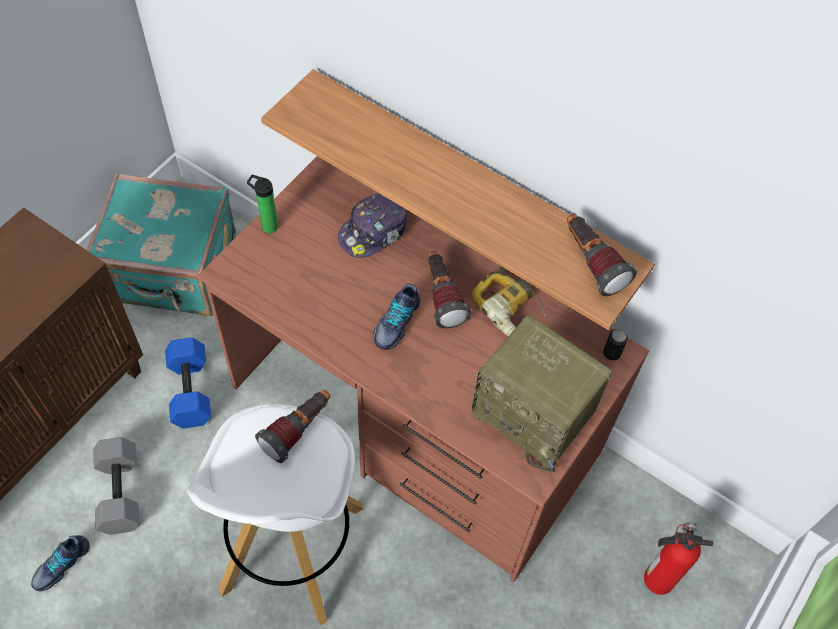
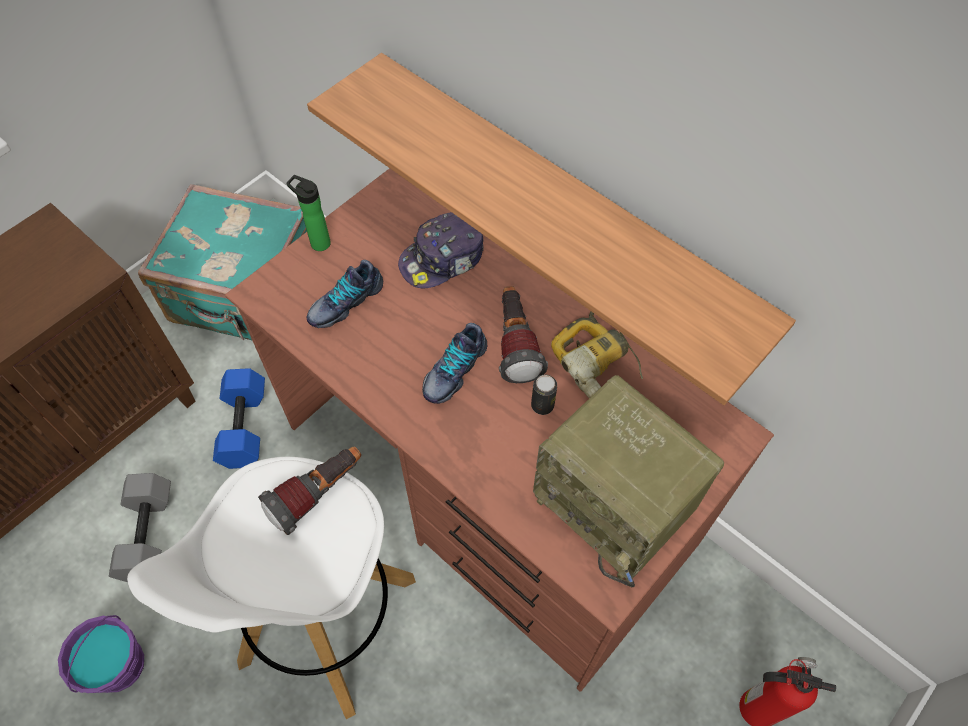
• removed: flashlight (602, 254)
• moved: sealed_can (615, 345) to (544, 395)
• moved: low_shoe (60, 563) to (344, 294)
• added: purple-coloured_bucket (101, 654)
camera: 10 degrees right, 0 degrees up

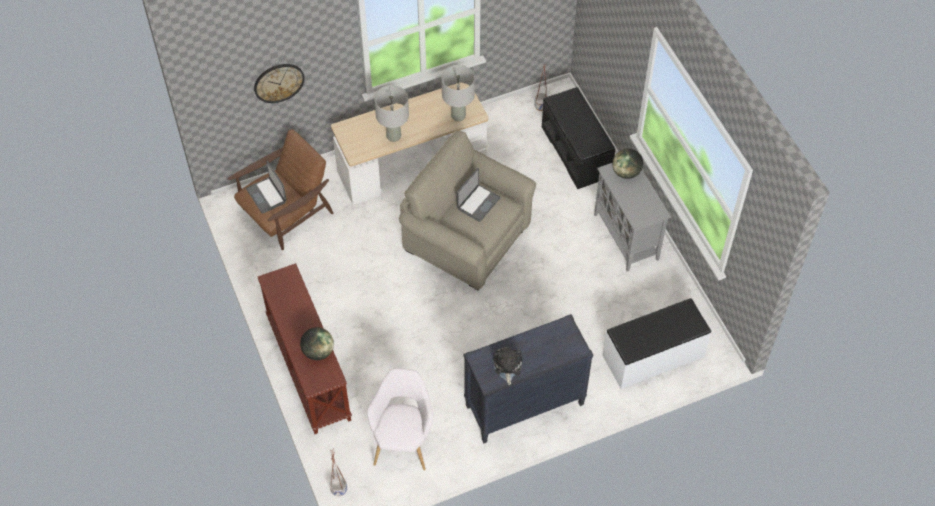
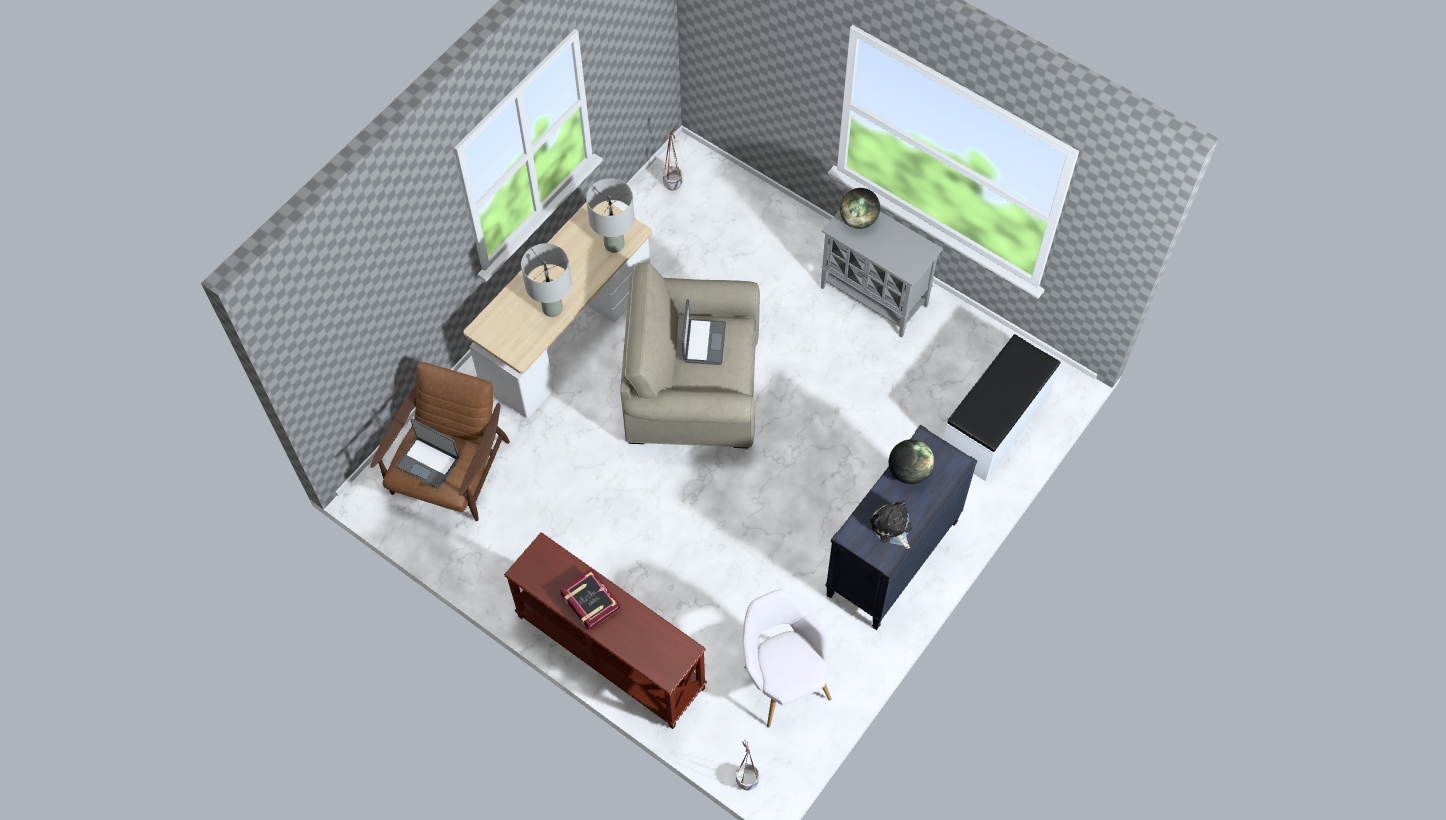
• removed: wall_clock (279, 83)
• removed: black-coloured_bench (578, 138)
• moved: globe (317, 343) to (911, 461)
• added: bound_book (590, 599)
camera: 30 degrees left, 5 degrees up

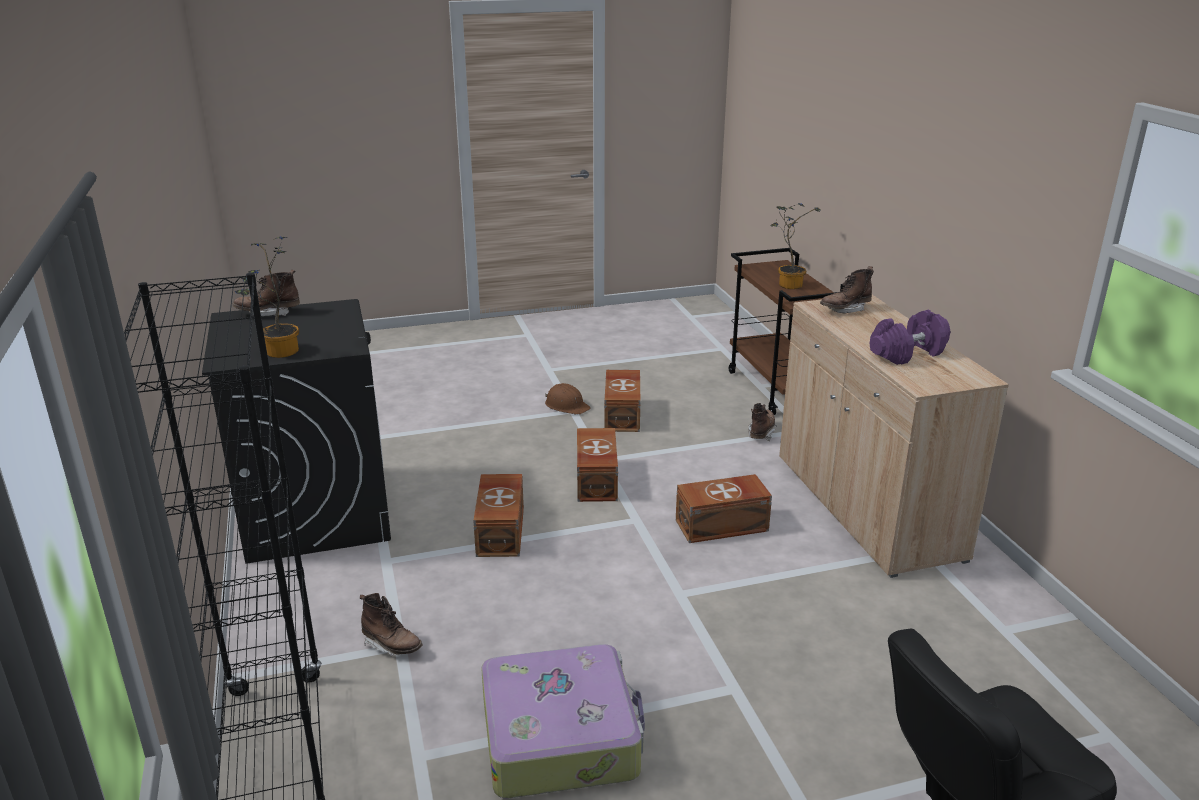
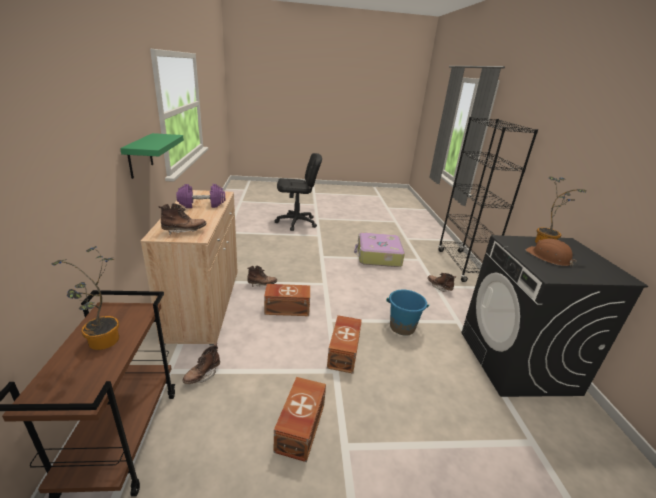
• moved: brownish_high-top_boot (266, 293) to (262, 277)
• moved: brownish_work_helmet (568, 399) to (551, 253)
• replaced: brownish_storage_box (498, 515) to bluish_bucket (407, 313)
• added: green_wall_shelf (152, 156)
camera: 170 degrees left, 0 degrees up

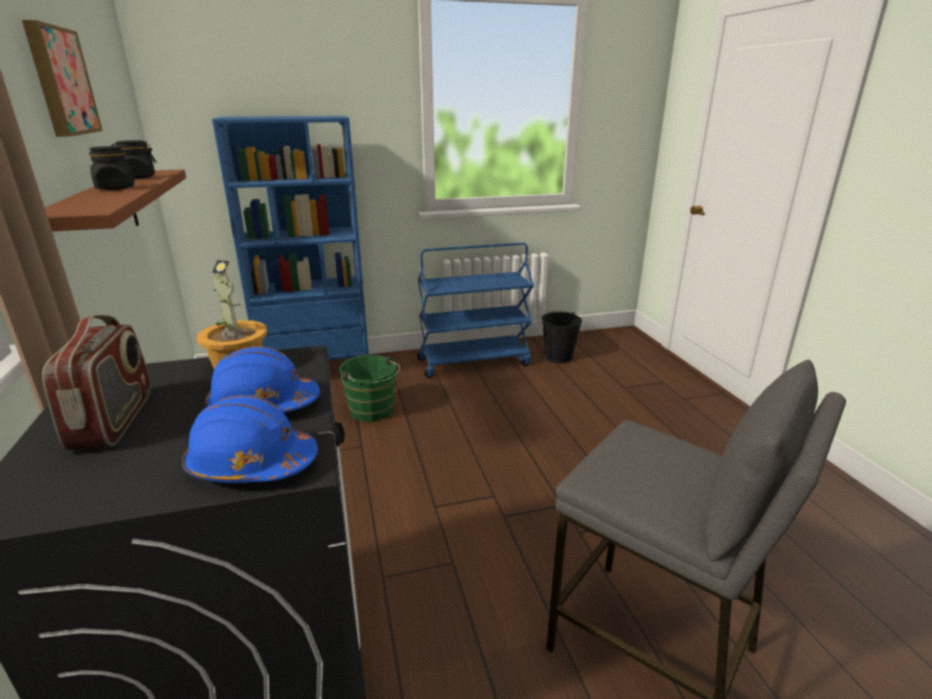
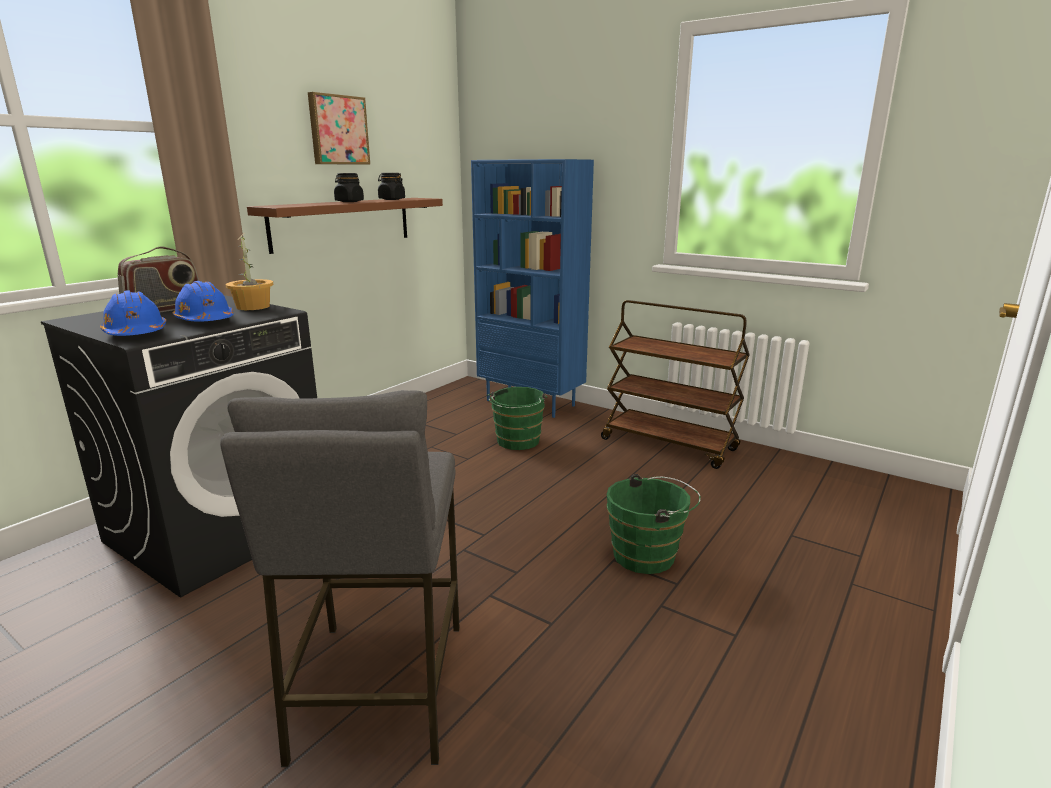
• recoloured: bluish_trolley (475, 310) to brownish_trolley (675, 384)
• removed: black-coloured_bucket (562, 337)
• added: green_bucket (654, 524)
camera: 50 degrees right, 5 degrees down

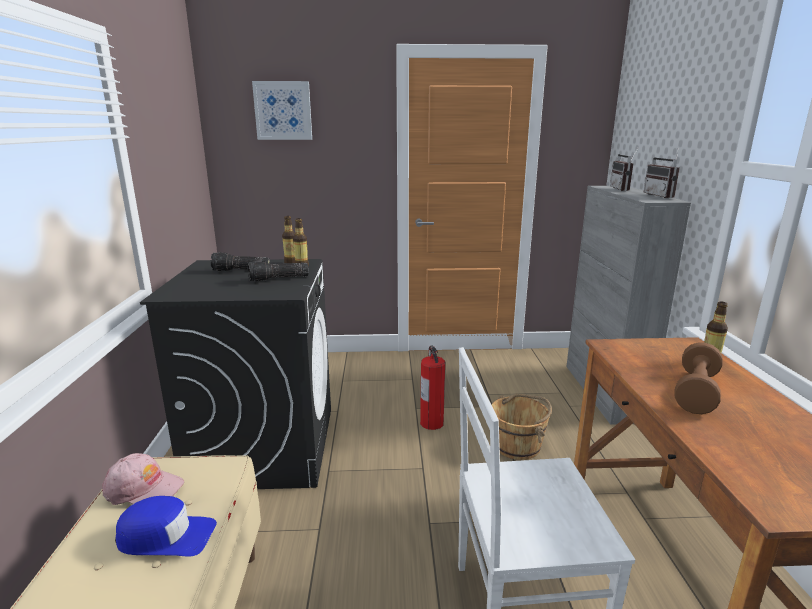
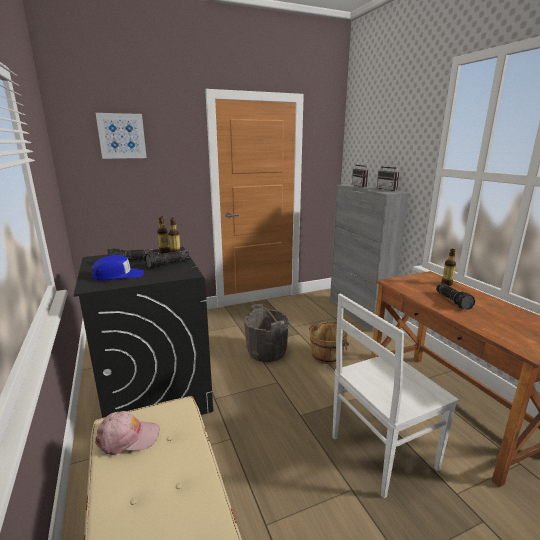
• replaced: brownish_free_weight (698, 378) to flashlight (455, 296)
• replaced: fire-fighting_cylinder (432, 387) to grey_bucket (266, 333)
• moved: bluish_baseball_cap (166, 526) to (118, 267)
camera: 20 degrees left, 0 degrees up

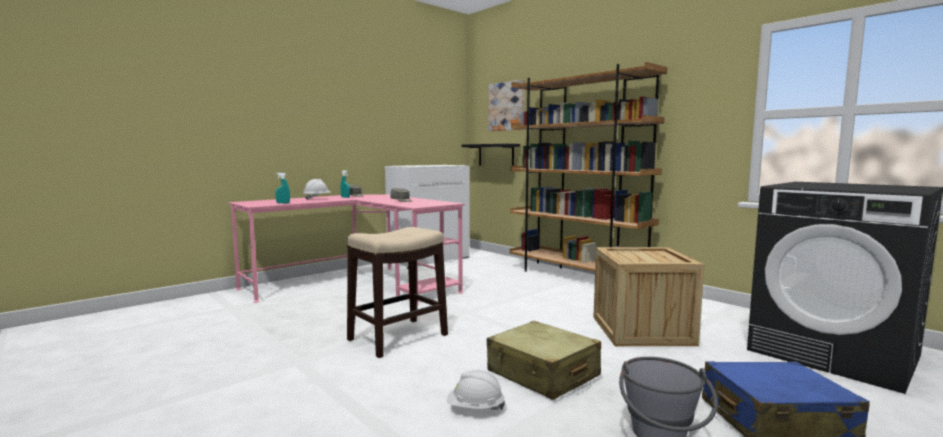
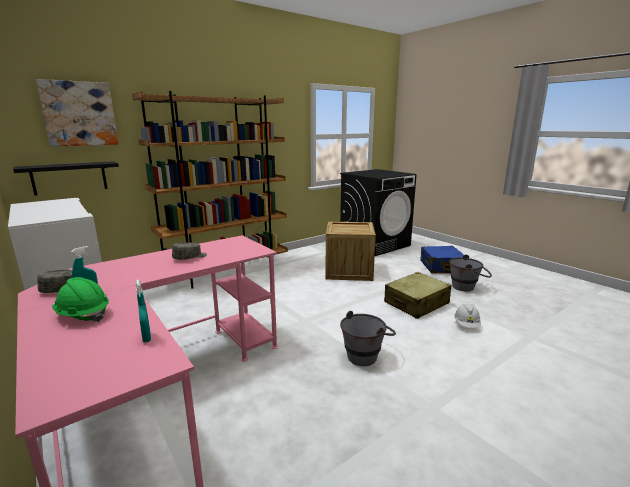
• recoloured: whitish_work_helmet (317, 189) to green_work_helmet (80, 299)
• replaced: stool_seat (397, 292) to grey_bucket (368, 338)
camera: 85 degrees left, 10 degrees up

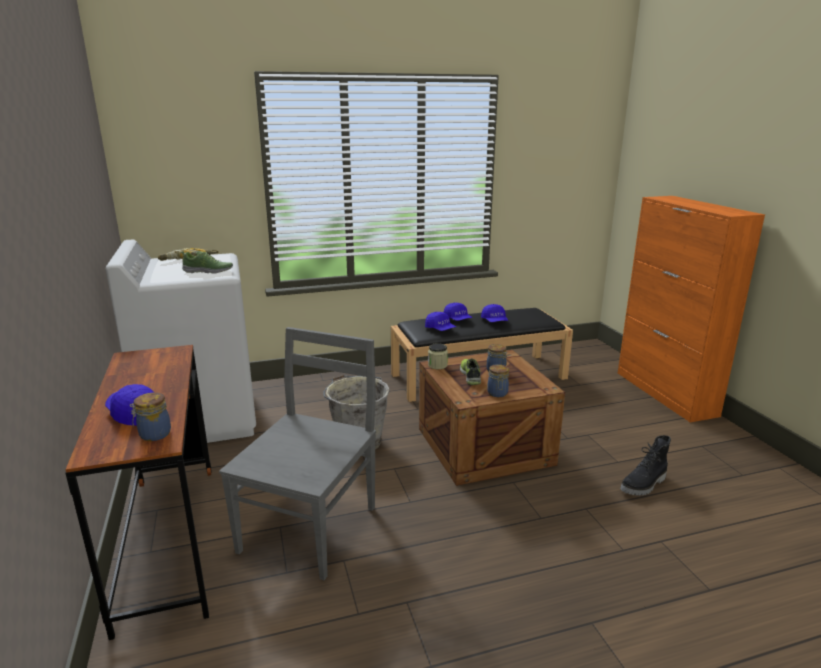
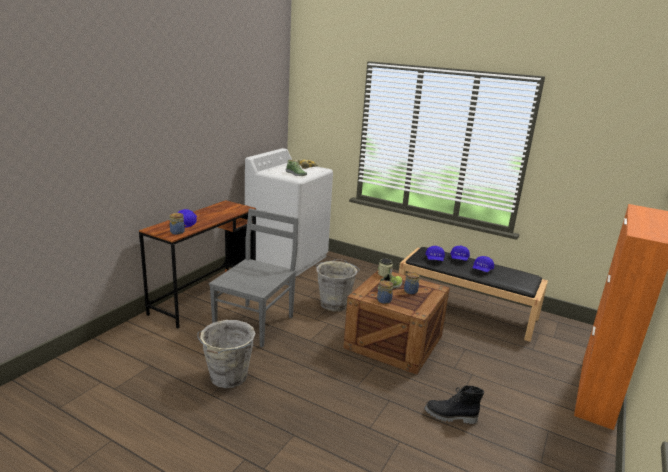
• turned: grey_chair (297, 453) = (253, 277) 45 degrees counterclockwise
• added: grey_bucket (226, 354)
camera: 45 degrees right, 0 degrees up

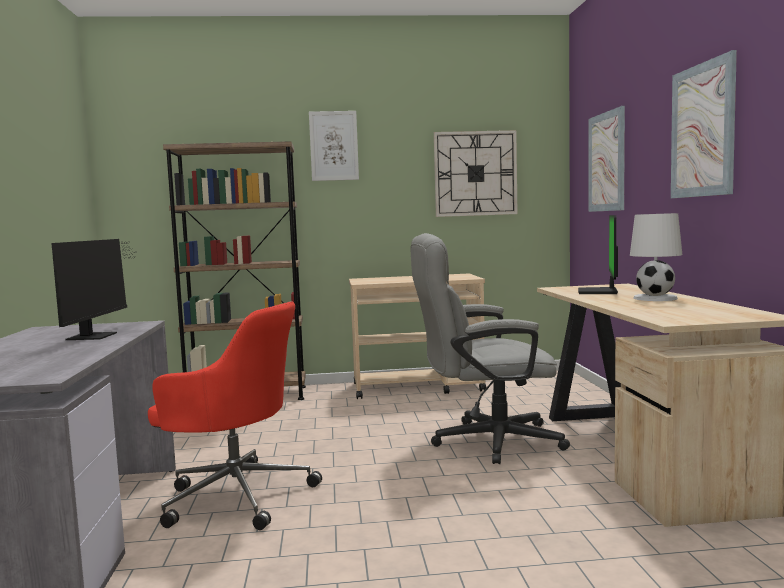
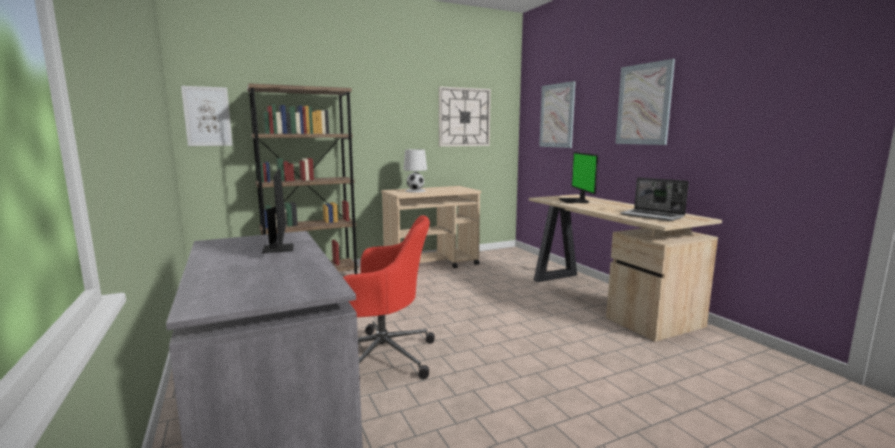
• moved: picture (334, 146) to (207, 116)
• moved: whitish_lamp_for_a_table (656, 257) to (415, 171)
• removed: grey_computer_chair (490, 348)
• added: notebook_computer (654, 199)
camera: 20 degrees left, 5 degrees up

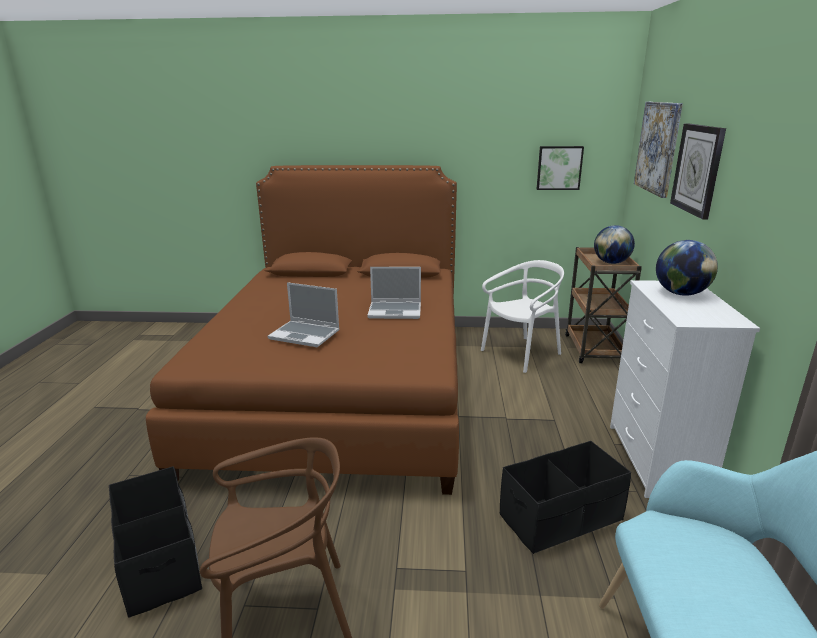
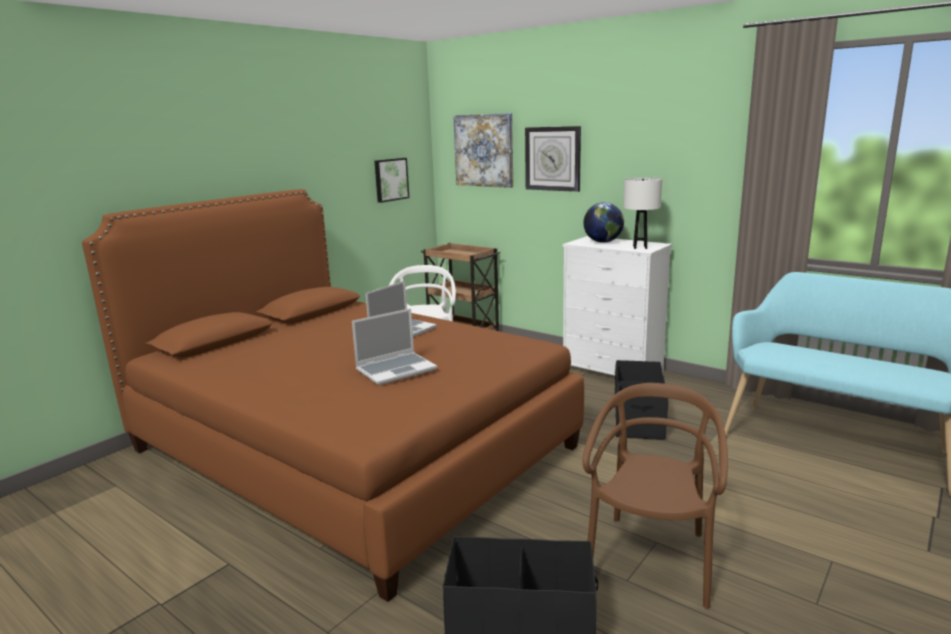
• removed: globe (614, 244)
• added: whitish_lamp_for_a_table (643, 213)
camera: 55 degrees left, 5 degrees down

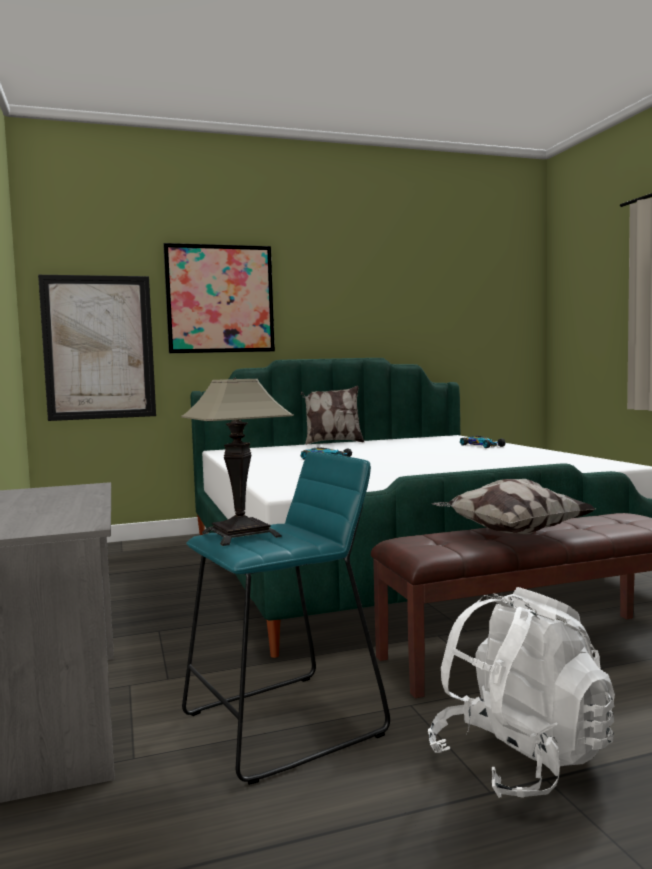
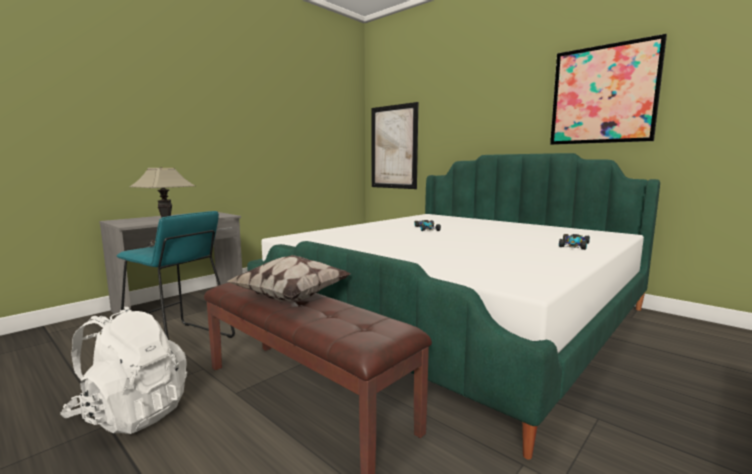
• moved: picture (219, 298) to (608, 89)
• removed: pillow (332, 415)
camera: 60 degrees right, 5 degrees up

